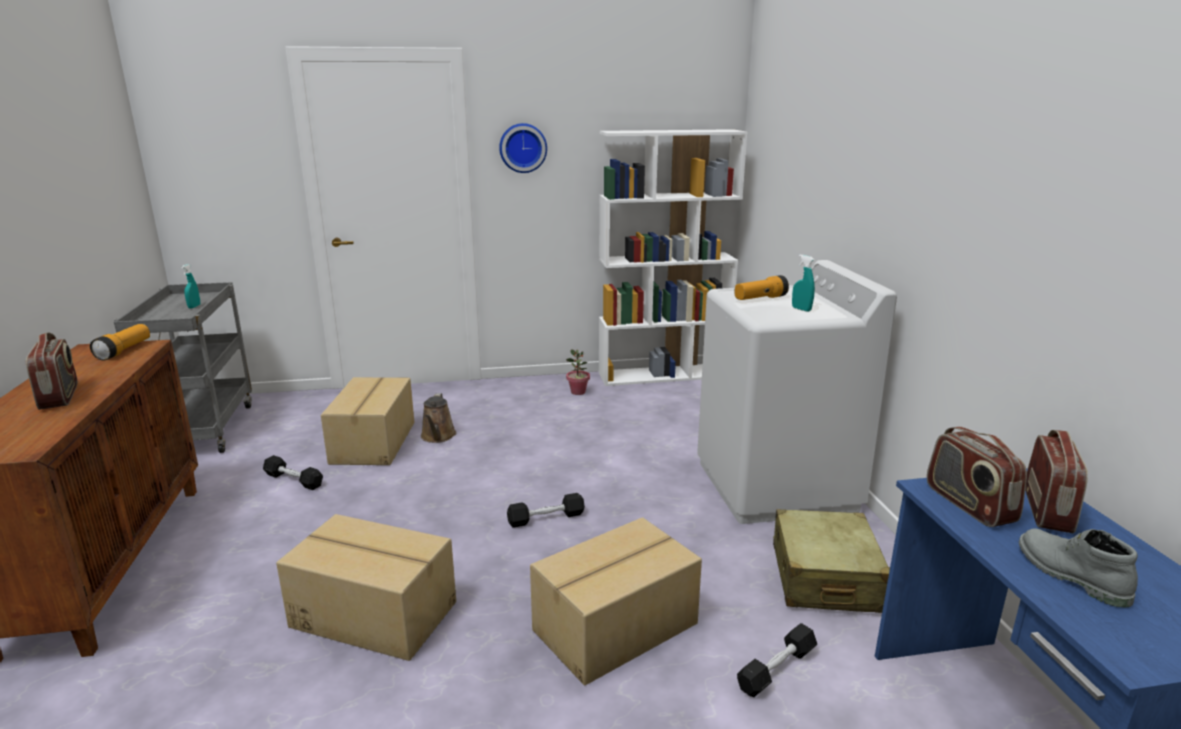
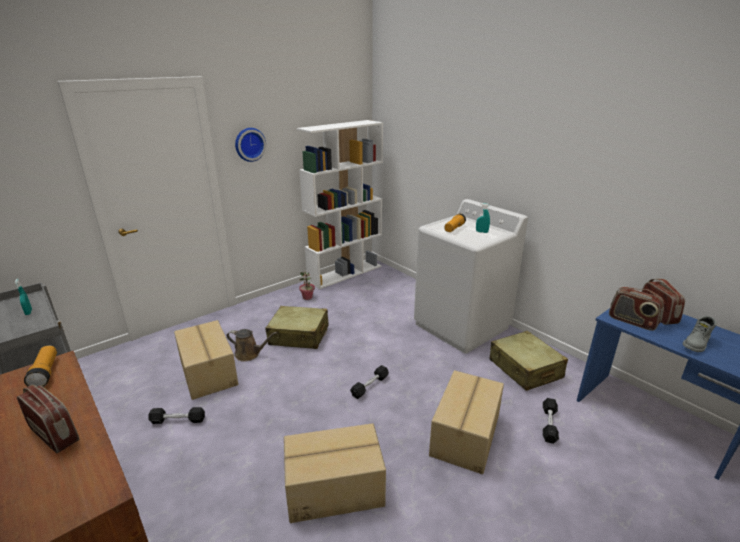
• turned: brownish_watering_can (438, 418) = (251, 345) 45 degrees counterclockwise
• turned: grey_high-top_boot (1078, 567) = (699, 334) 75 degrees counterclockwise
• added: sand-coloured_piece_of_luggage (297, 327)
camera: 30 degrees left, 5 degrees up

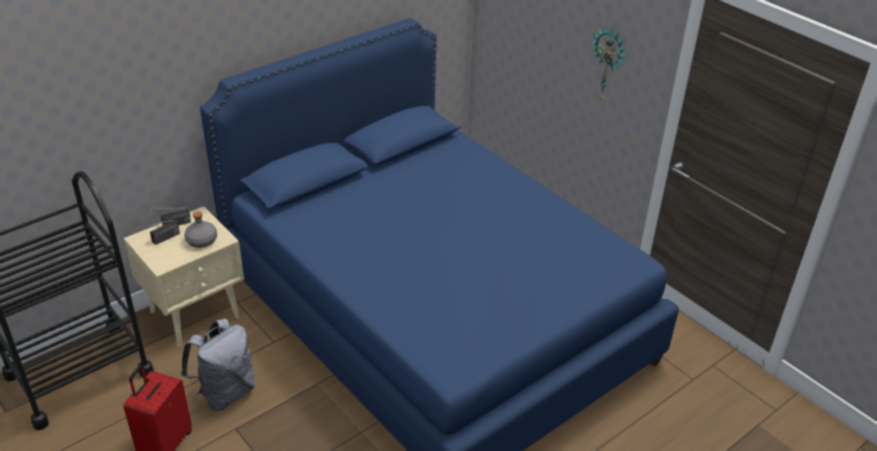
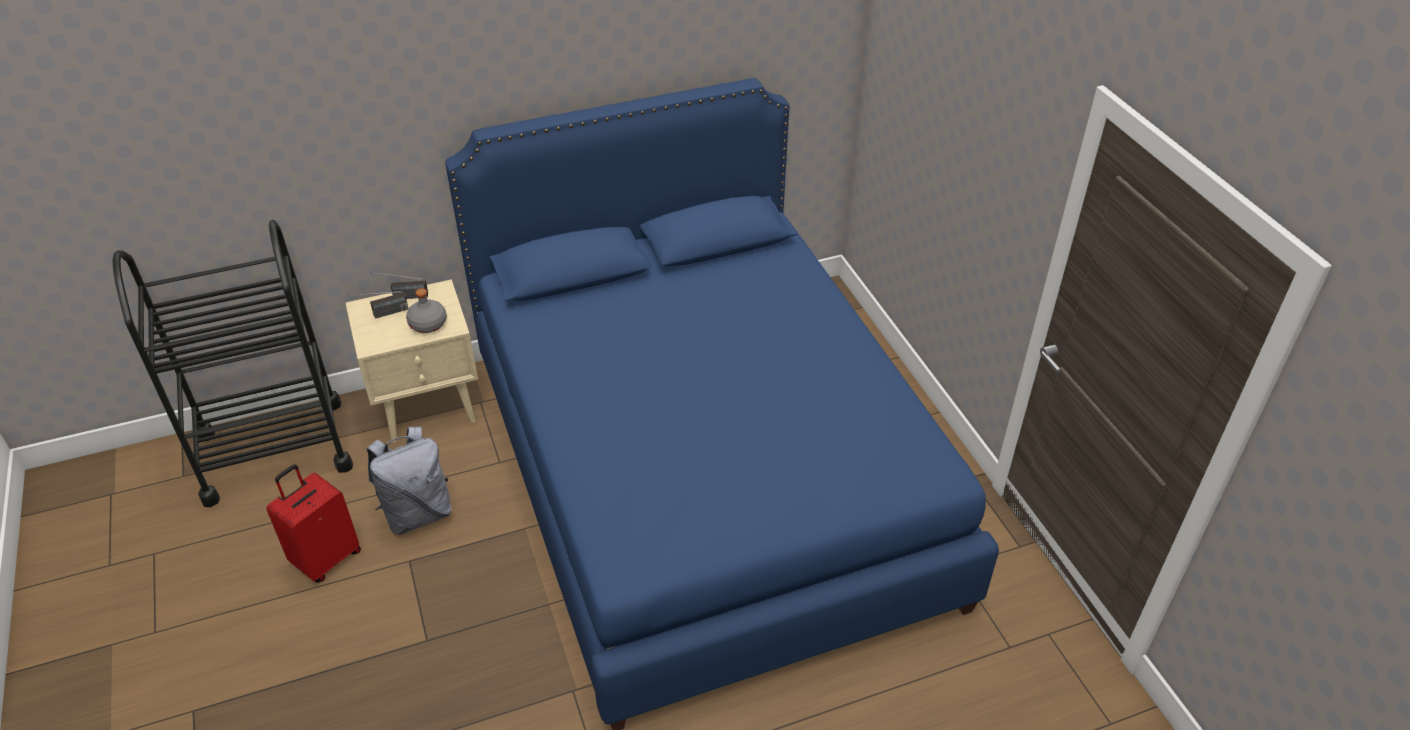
• removed: wall_clock (609, 64)
camera: 20 degrees right, 5 degrees up

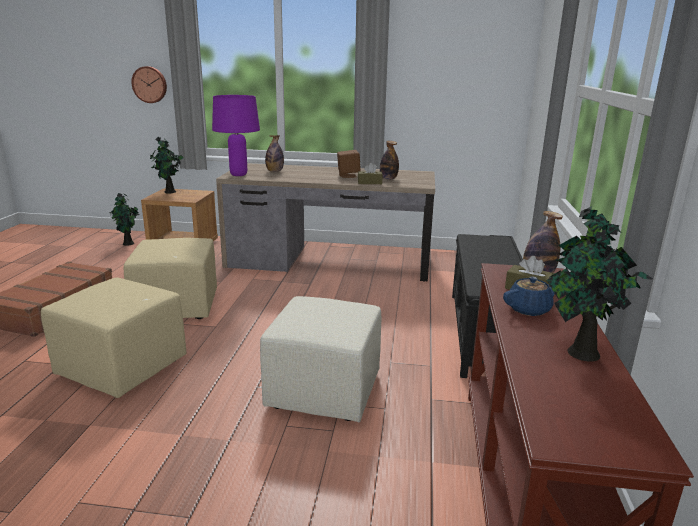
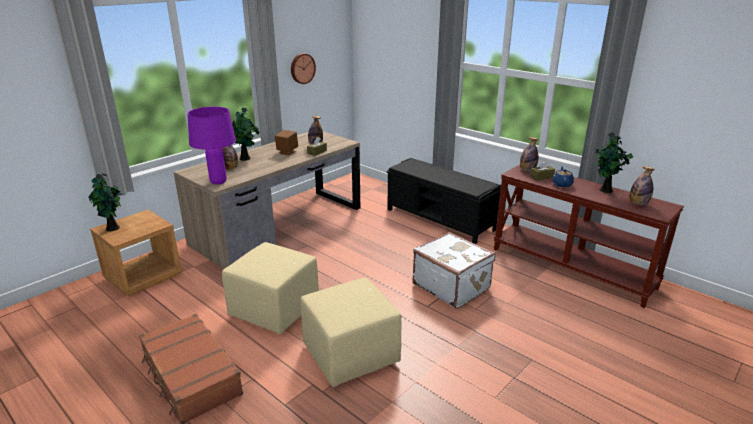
• moved: wall_clock (149, 84) to (303, 68)
• moved: houseplant (124, 219) to (245, 134)
• replaced: sand-coloured_footrest (320, 359) to whitish_piece_of_luggage (454, 270)
• added: beverage_bottle (642, 185)
camera: 55 degrees left, 5 degrees up

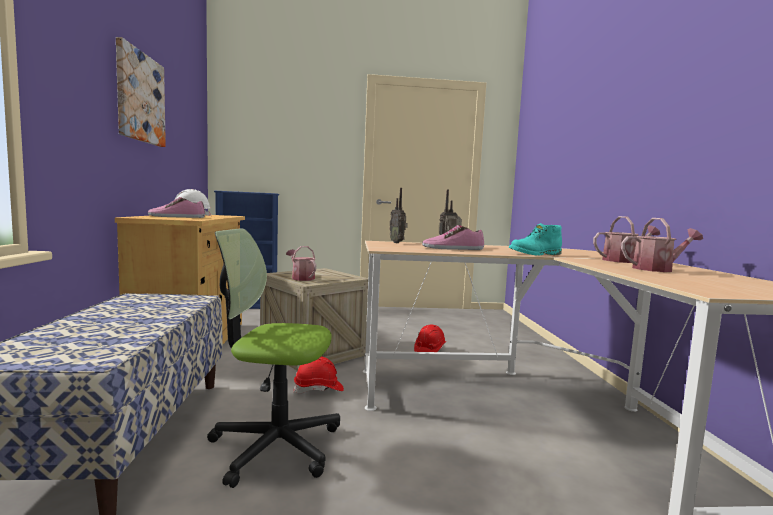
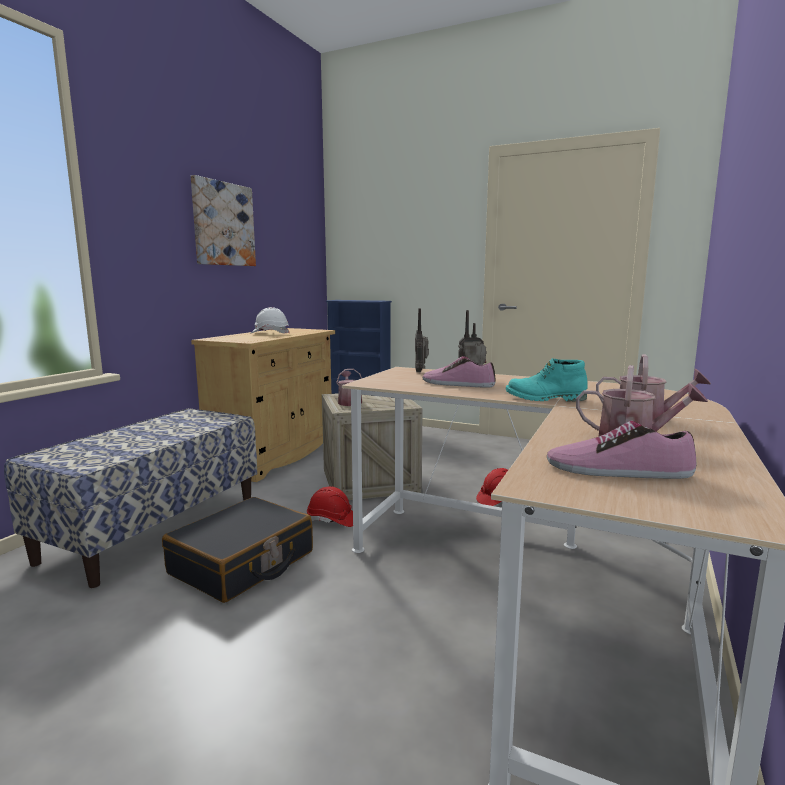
• moved: low_shoe (176, 207) to (622, 450)
• replaced: computer_chair (273, 358) to black-coloured_piece_of_luggage (237, 550)
camera: 30 degrees right, 5 degrees up

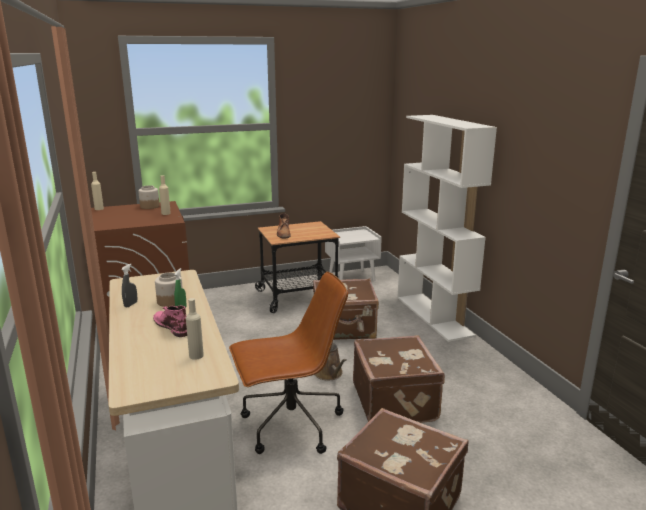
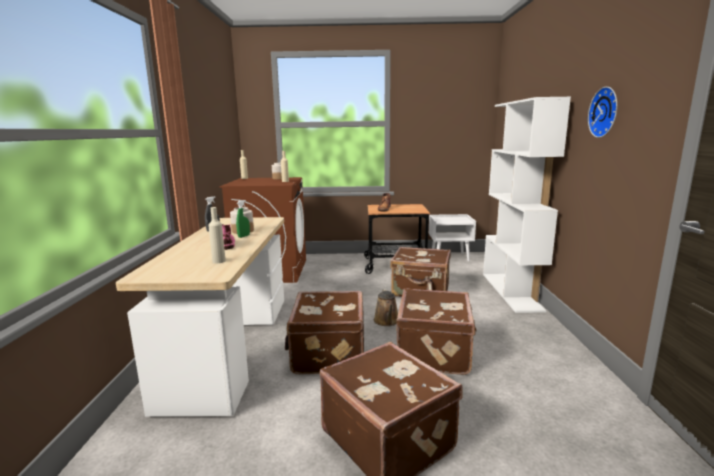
• replaced: brownish_computer_chair (288, 362) to brownish_piece_of_luggage (324, 333)
• added: wall_clock (602, 112)
camera: 20 degrees right, 5 degrees down

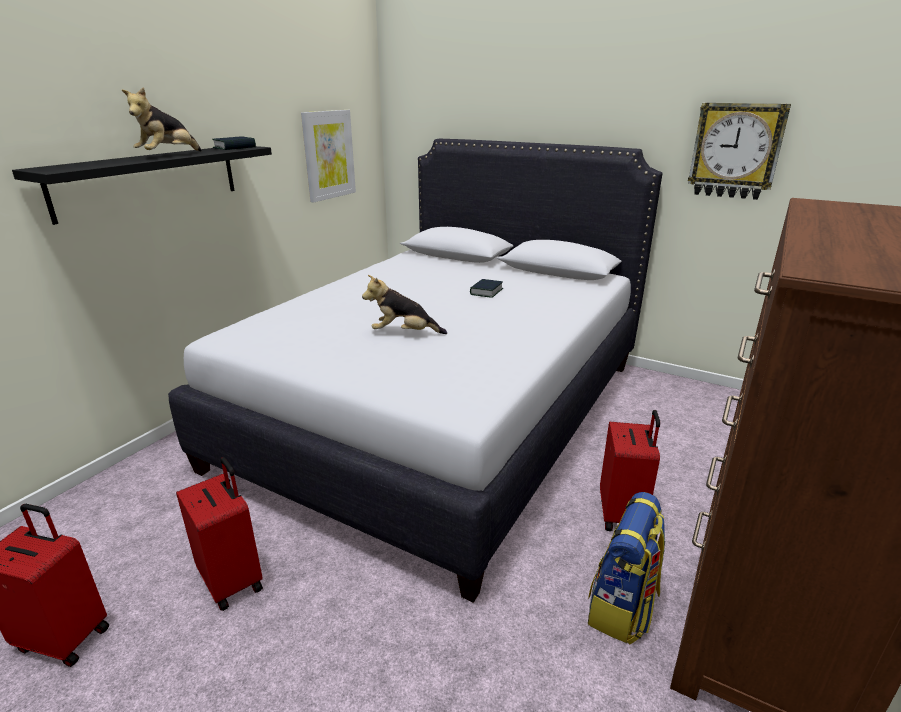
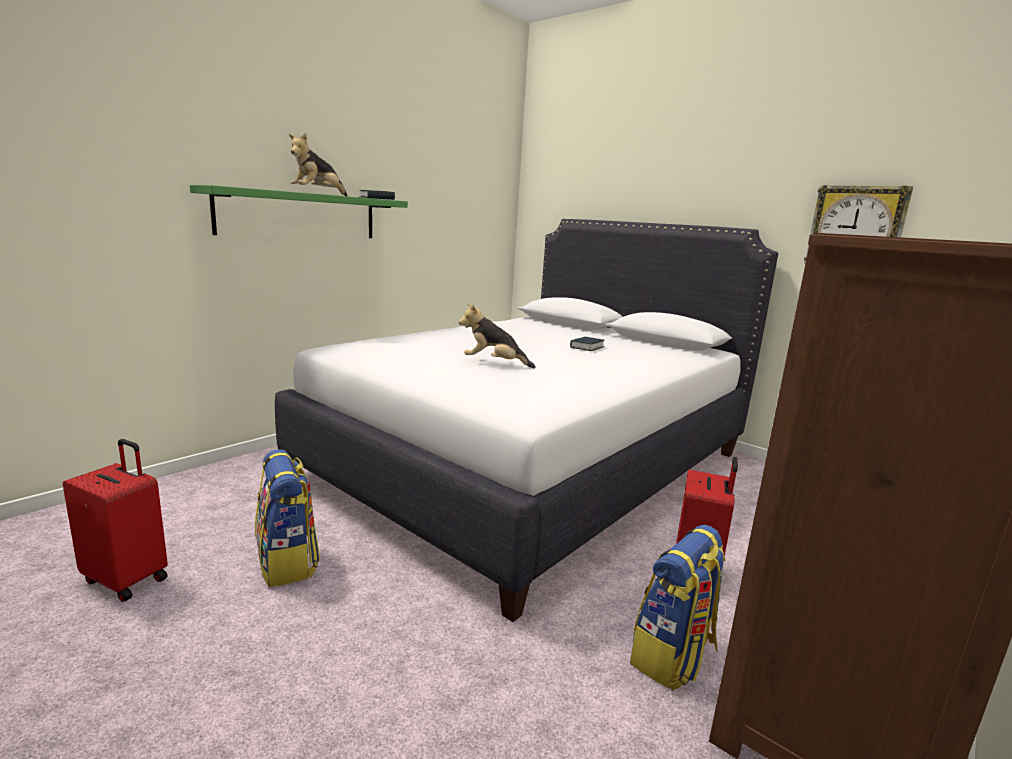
• removed: picture (328, 156)
• recoloured: black-coloured_wall_shelf (142, 185) to green_wall_shelf (299, 211)
• replaced: red-coloured_piece_of_luggage (219, 534) to knapsack (287, 518)
camera: 10 degrees right, 10 degrees down

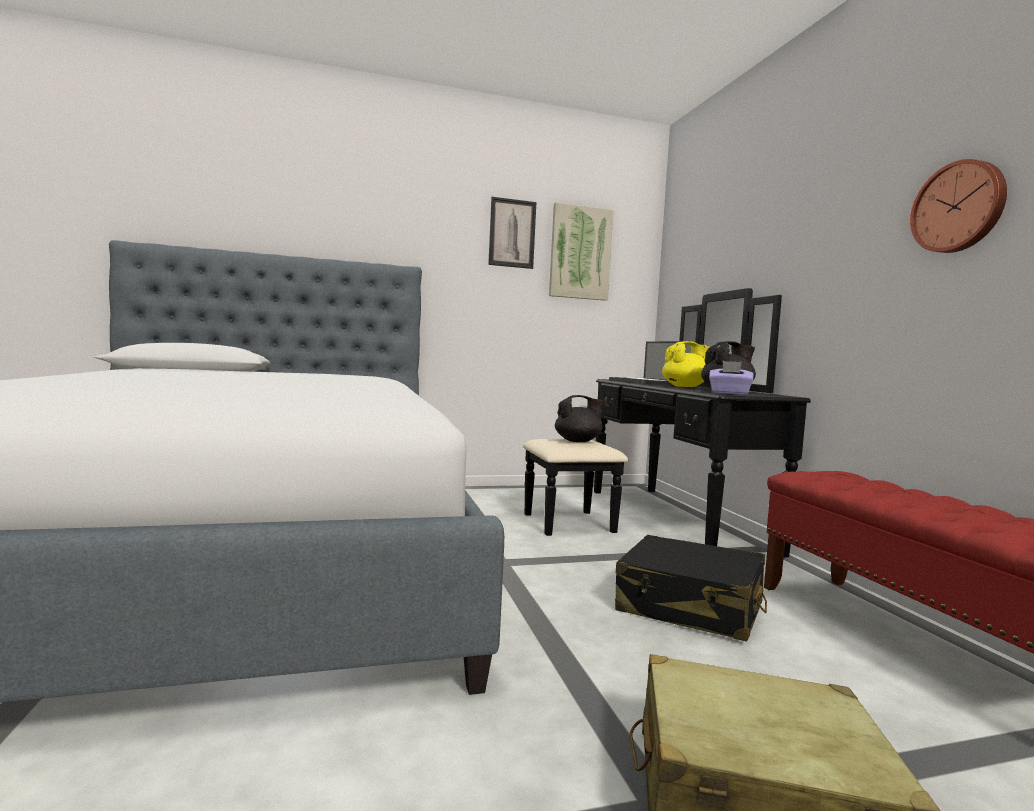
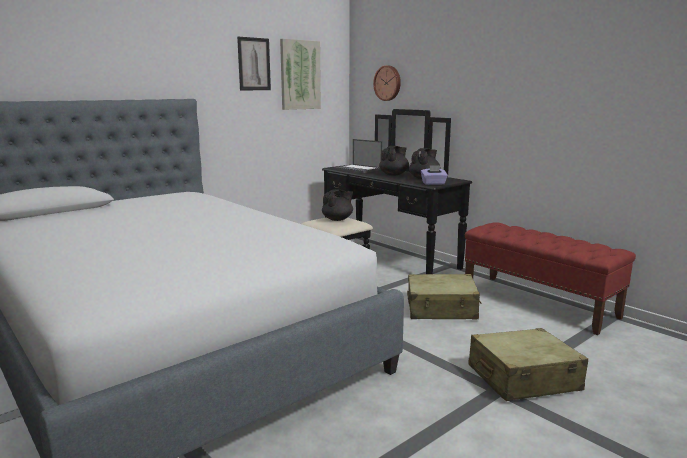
• moved: wall_clock (958, 206) to (387, 83)
• recoloured: yellow-coloured_pot_for_tea (686, 364) to black-coloured_pot_for_tea (394, 160)
• recoloured: black-coloured_piece_of_luggage (691, 588) to sand-coloured_piece_of_luggage (444, 296)
camera: 25 degrees left, 10 degrees up

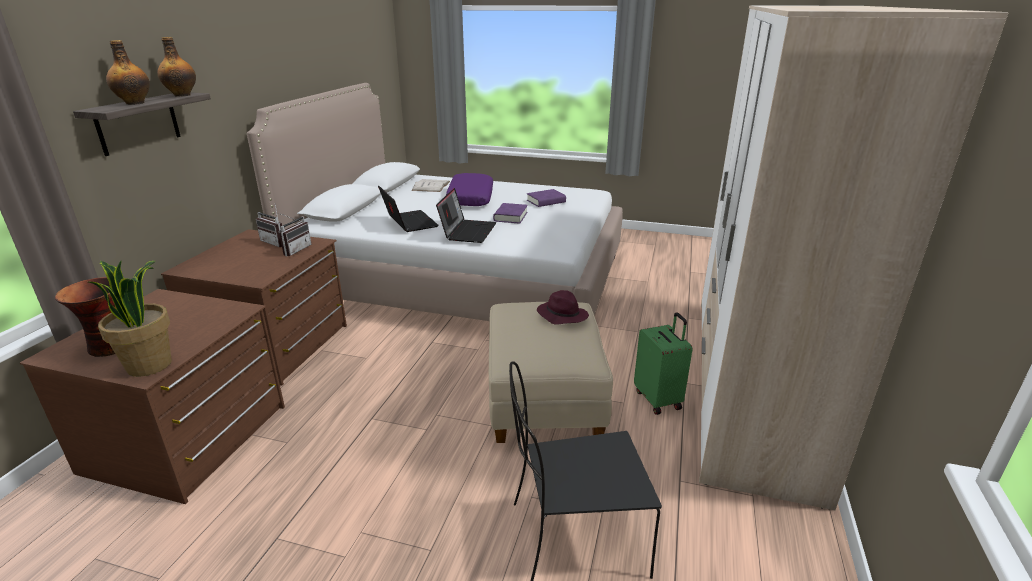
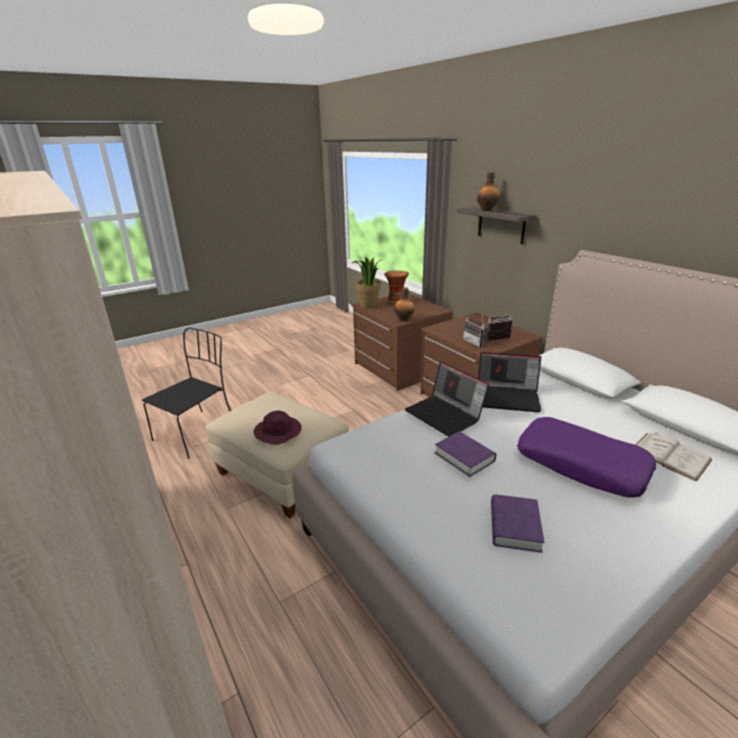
• moved: beverage_bottle (176, 67) to (404, 304)
• removed: green_piece_of_luggage (663, 363)
camera: 130 degrees right, 0 degrees up

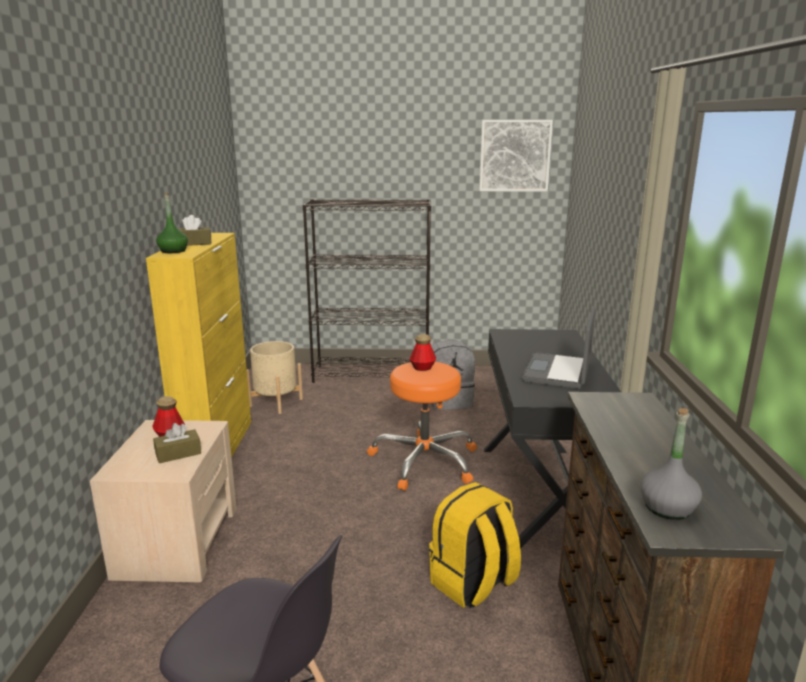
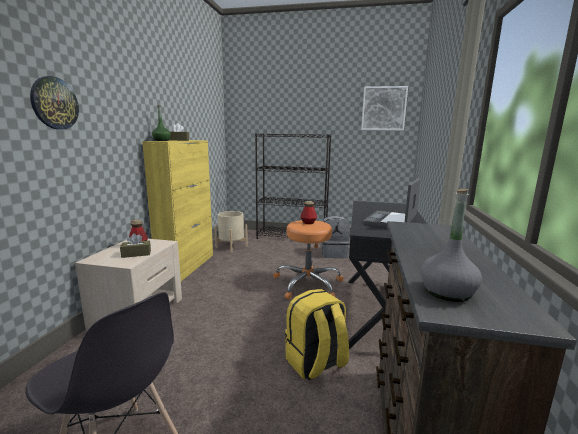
• added: wall_clock (54, 103)
camera: 10 degrees right, 5 degrees down

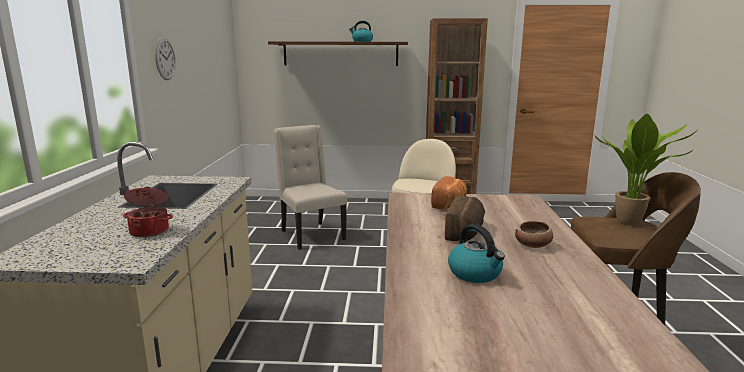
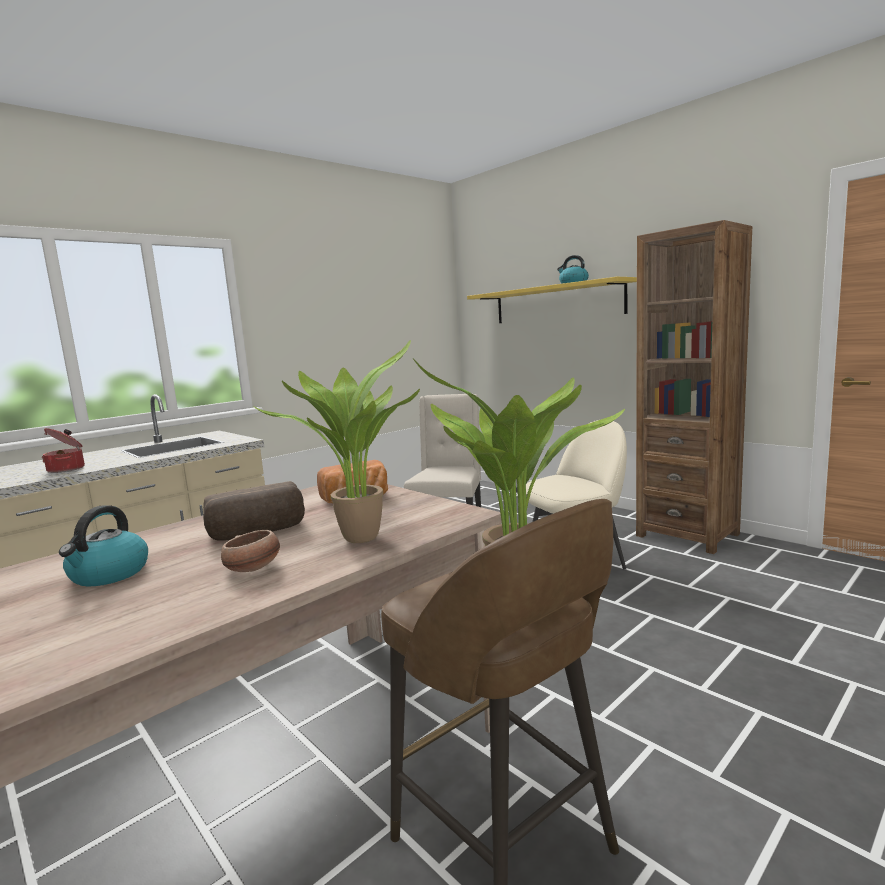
• removed: wall_clock (165, 58)
• recoloured: brownish_wall_shelf (338, 53) to yellow-coloured_wall_shelf (552, 300)
• added: houseplant (336, 441)
camera: 45 degrees right, 5 degrees down

